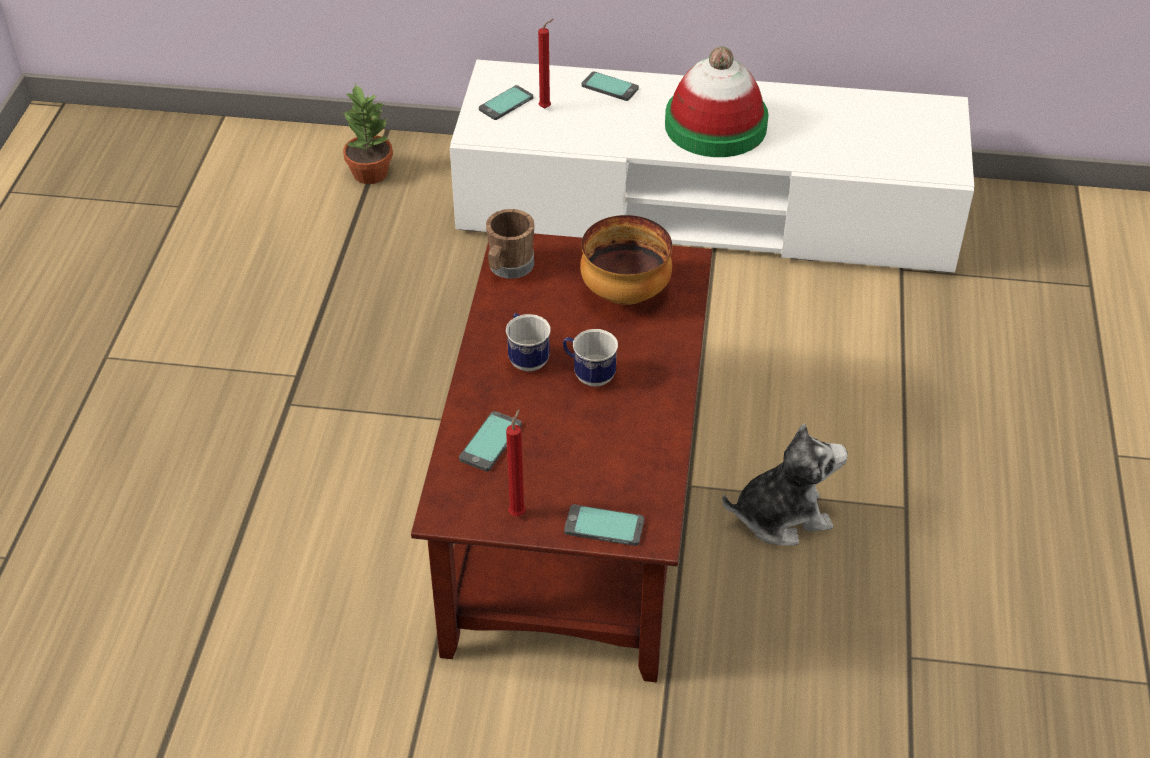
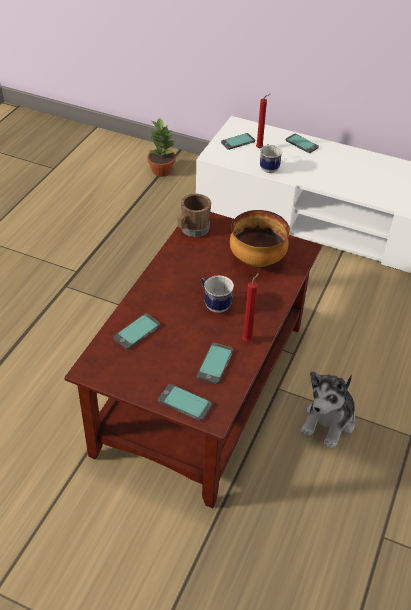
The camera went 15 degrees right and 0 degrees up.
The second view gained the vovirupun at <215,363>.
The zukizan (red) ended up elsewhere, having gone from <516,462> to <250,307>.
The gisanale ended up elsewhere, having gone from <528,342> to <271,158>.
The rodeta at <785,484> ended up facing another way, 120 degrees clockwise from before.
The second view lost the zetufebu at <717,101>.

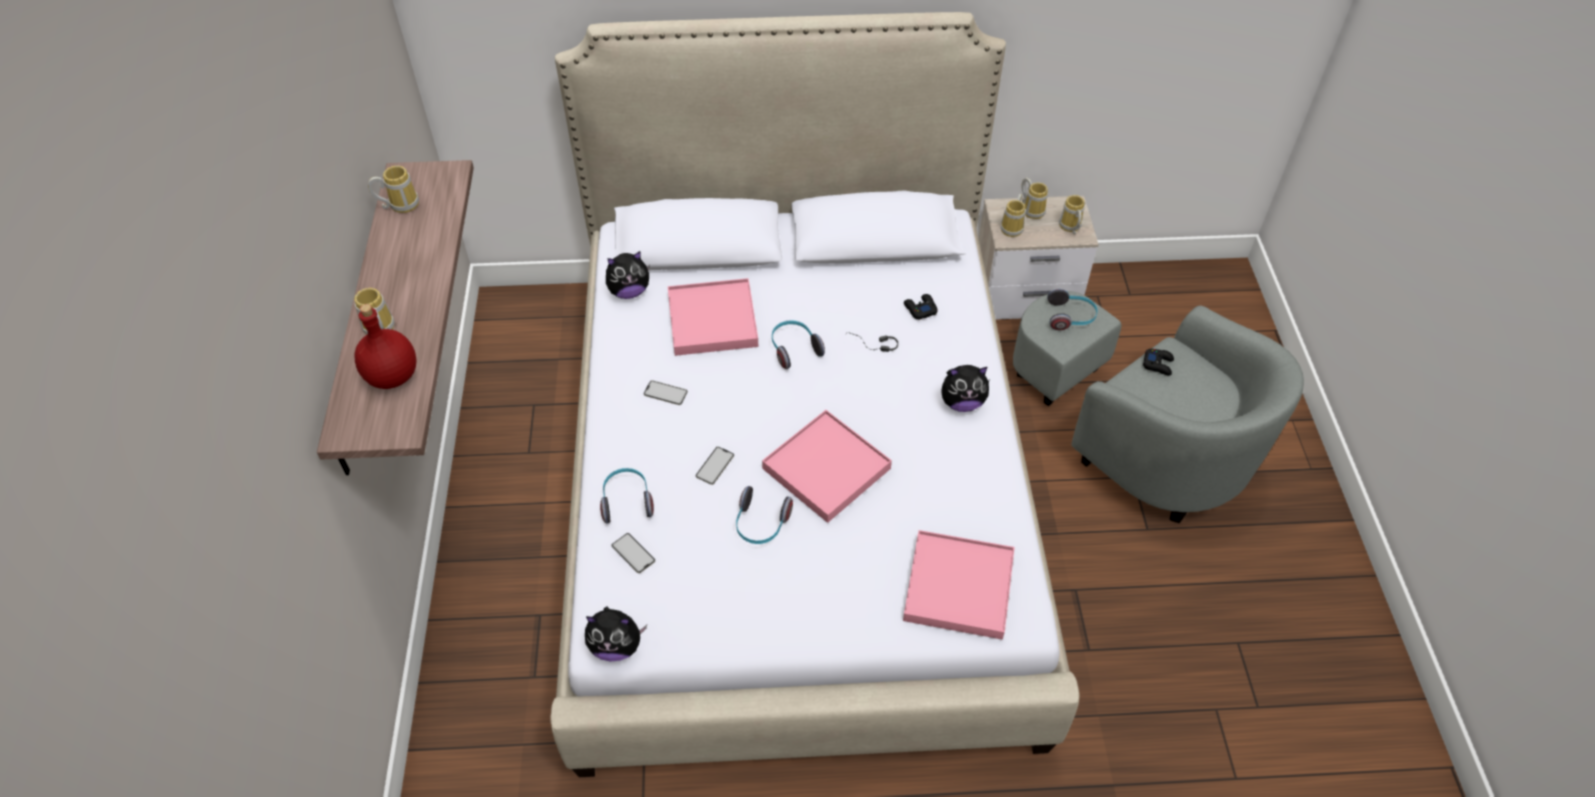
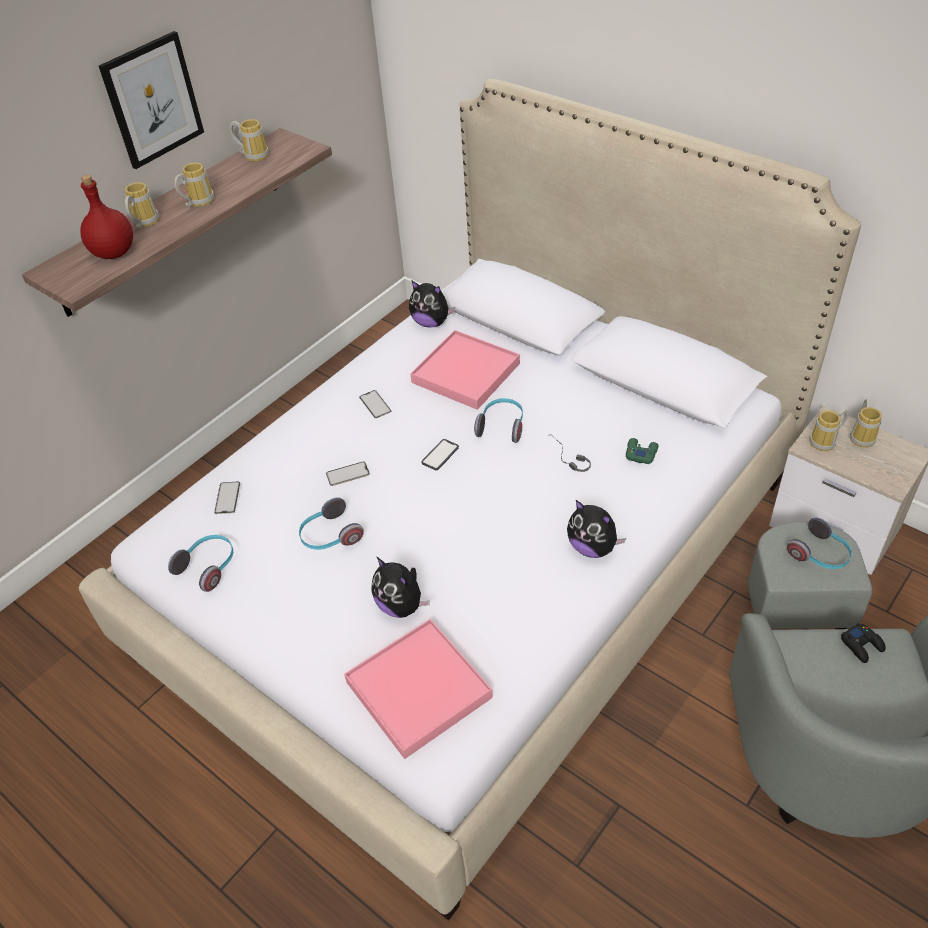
The camera went 45 degrees right and 5 degrees down.
The second view gained the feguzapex at <151,100>.
The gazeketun ended up elsewhere, having gone from <627,496> to <200,563>.
The gisanale ended up elsewhere, having gone from <1072,214> to <194,184>.
The rodeta ended up elsewhere, having gone from <616,634> to <401,587>.
The second view gained the vovirupun at <440,454>.
What was the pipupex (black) at <921,307> turned into the pipupex (green) at <642,451>.
The second view lost the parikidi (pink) at <827,466>.

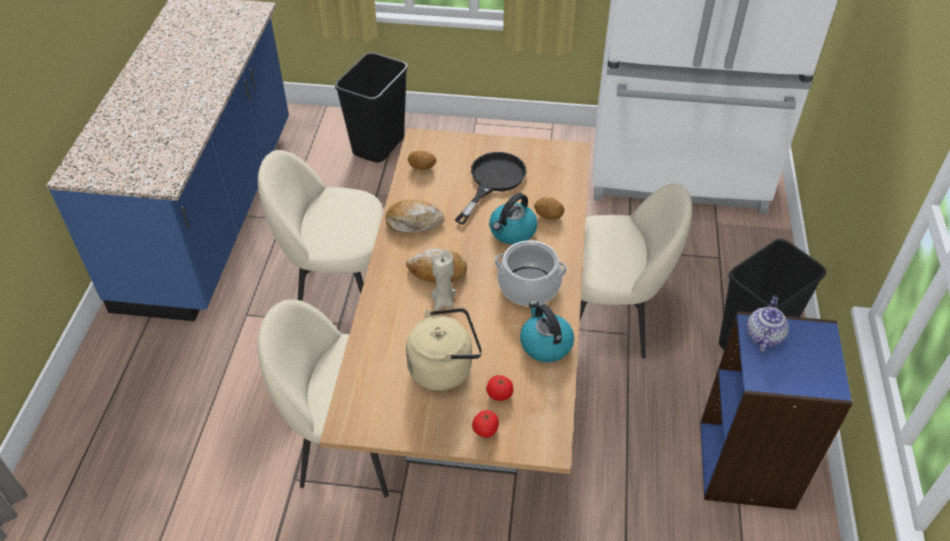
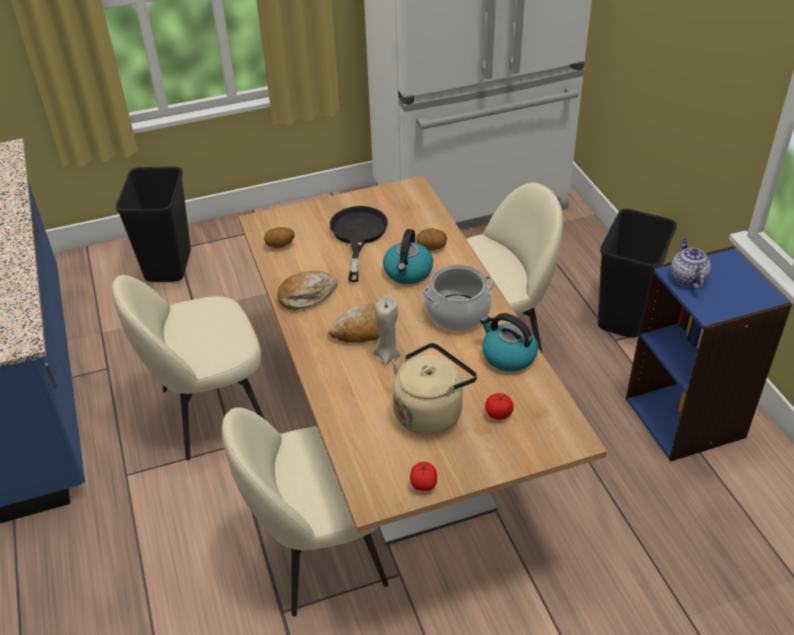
The camera went 25 degrees left and 5 degrees down.
The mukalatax ended up elsewhere, having gone from <485,424> to <423,476>.

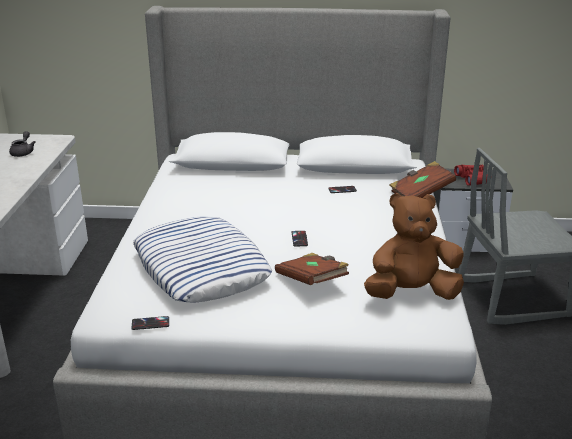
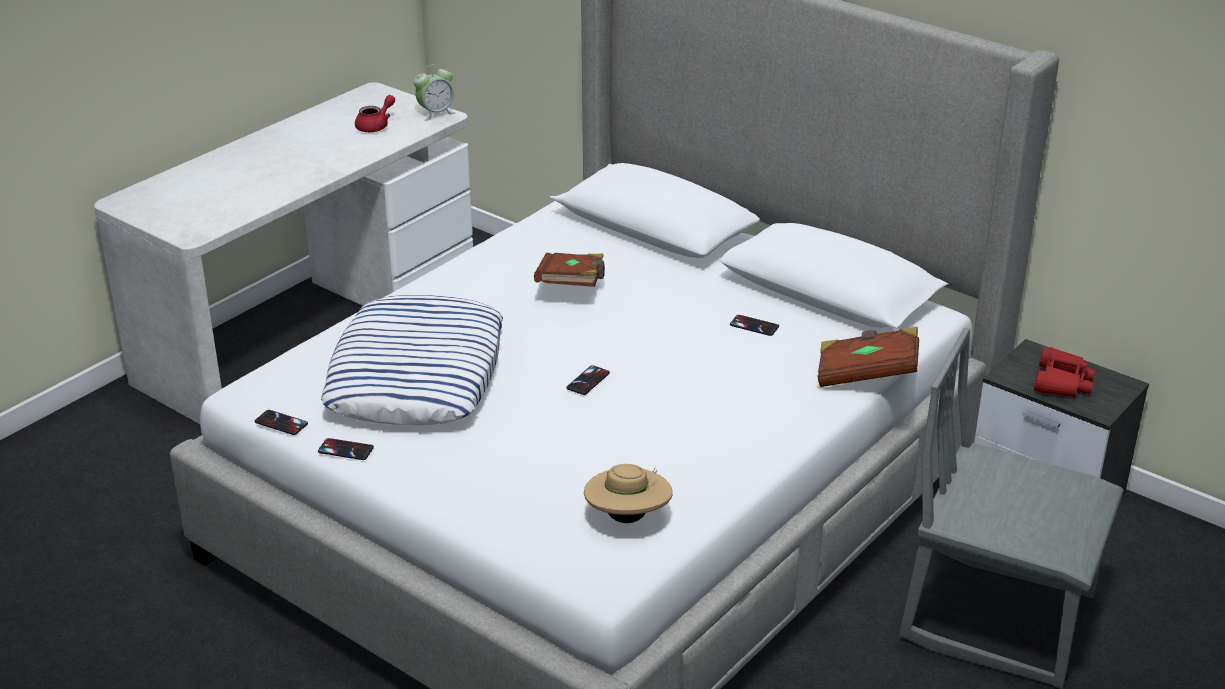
The camera went 35 degrees right and 5 degrees up.
The second view gained the vovirupun at <346,449>.
What was the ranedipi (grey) at <22,144> turned into the ranedipi (red) at <375,113>.
The second view gained the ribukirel at <434,92>.
The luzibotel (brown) ended up elsewhere, having gone from <312,269> to <569,270>.
Where the rodeta (brown) stood at <414,246>, the zetufebu (beige) came to stand at <628,493>.

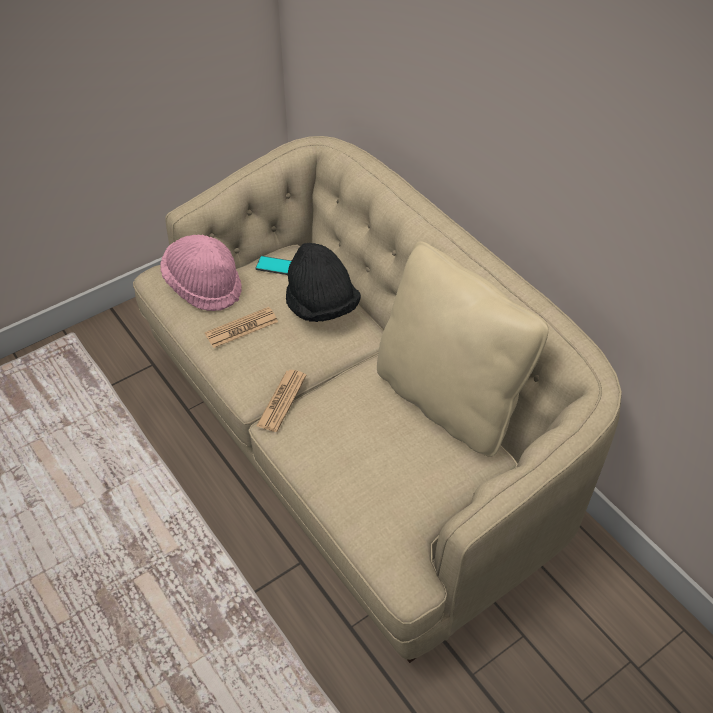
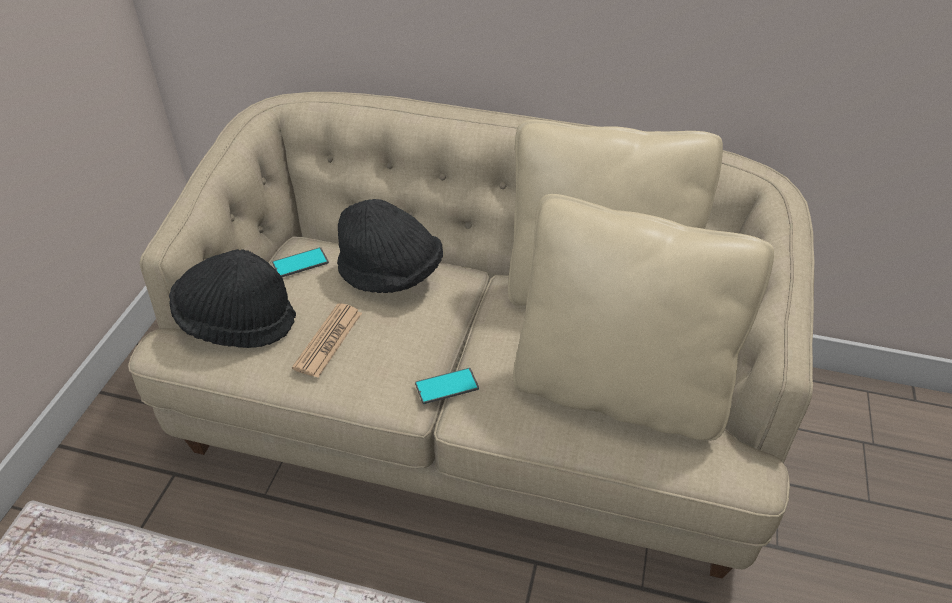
The camera went 40 degrees left and 5 degrees down.
What was the zetufebu (pink) at <201,273> turned into the zetufebu (black) at <232,298>.
Where the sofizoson stood at <281,401>, the vovirupun came to stand at <447,386>.
The second view gained the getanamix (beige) at <643,317>.

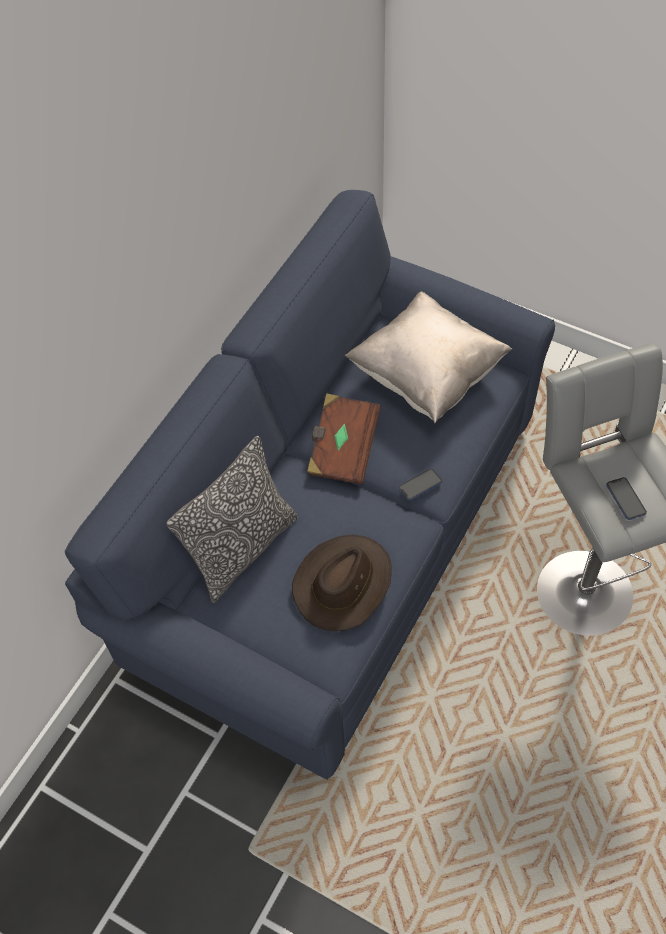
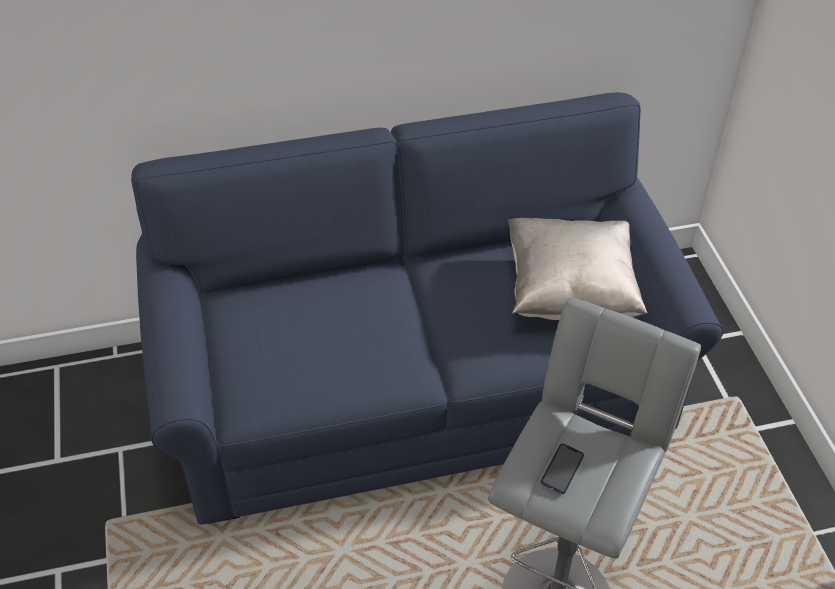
The camera went 45 degrees right and 10 degrees down.
The second view lost the getanamix at <232,519>.
The second view lost the zetufebu (brown) at <342,582>.
The second view lost the luzibotel (brown) at <343,438>.
The second view lost the vovirupun at <420,484>.

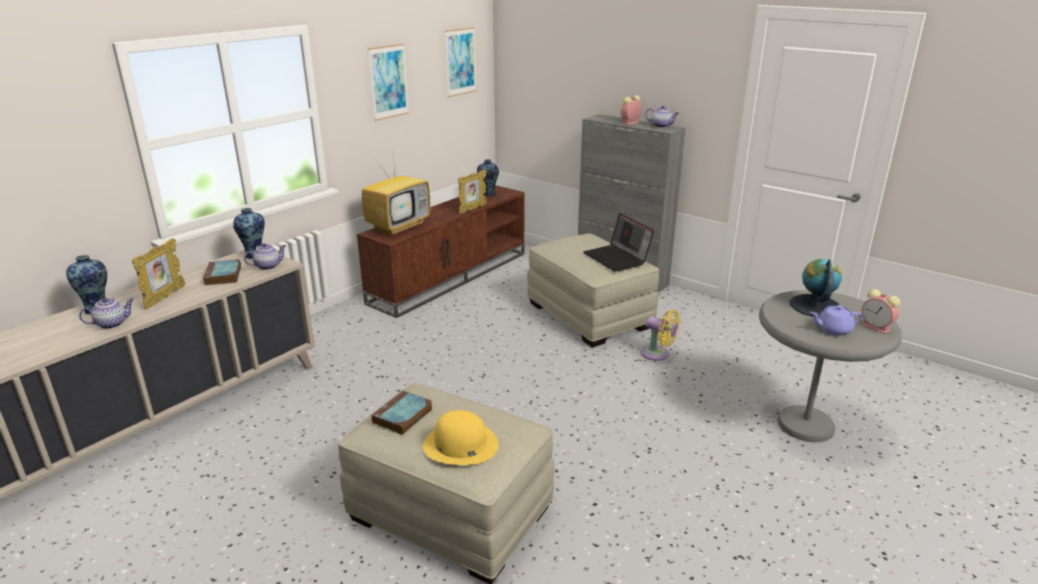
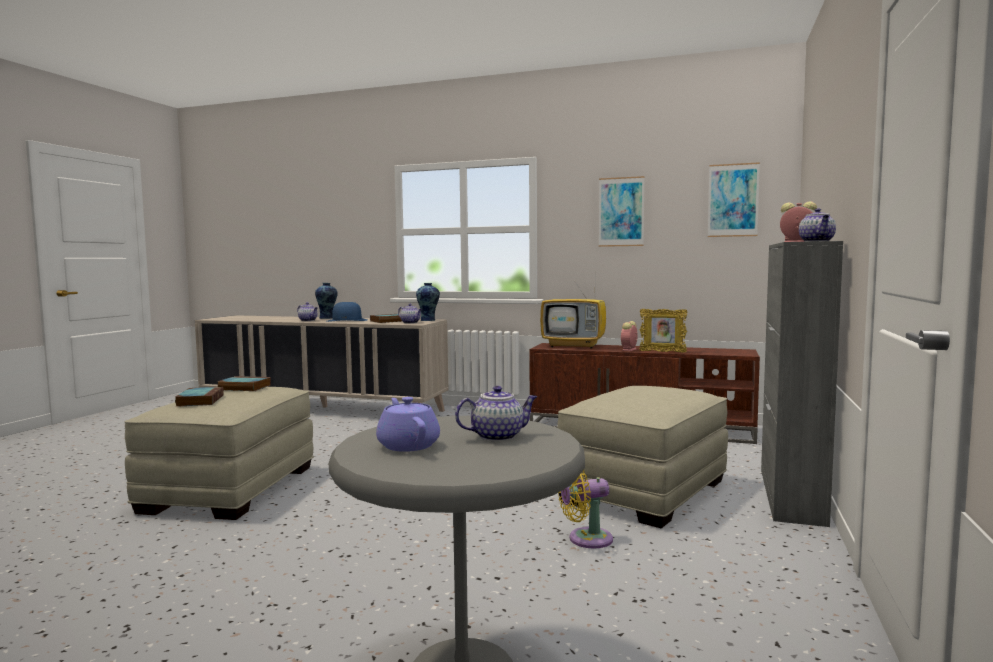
The camera went 70 degrees right and 20 degrees down.
Where the zetufebu (yellow) stood at <461,437>, the luzibotel came to stand at <199,397>.
Where the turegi stood at <158,274>, the zetufebu (blue) came to stand at <347,312>.
Where the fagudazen stood at <816,288>, the ranedipi came to stand at <496,413>.
The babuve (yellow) at <661,335> ended up facing another way, 60 degrees clockwise from before.
The ribukirel ended up elsewhere, having gone from <881,311> to <629,336>.
The second view lost the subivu at <488,178>.
The second view lost the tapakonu at <618,242>.

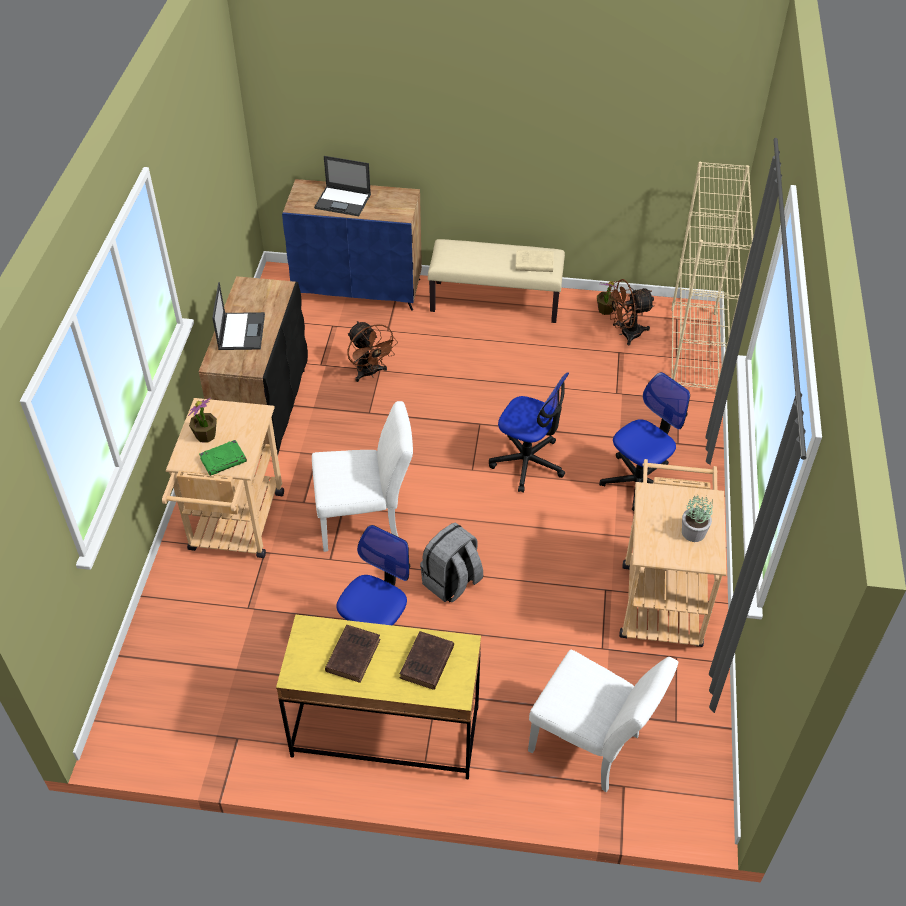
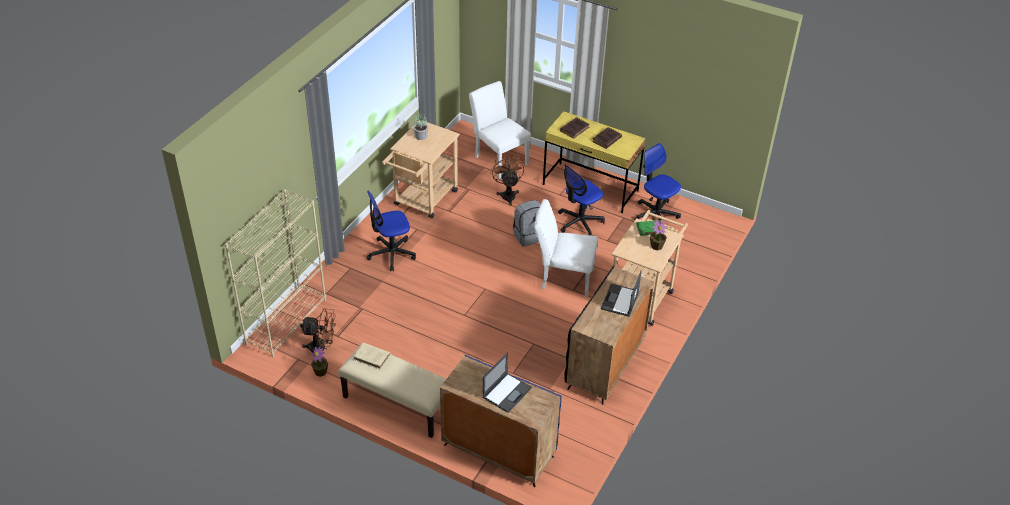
The camera went 160 degrees left and 5 degrees down.
The tapakonu at <342,186> ended up facing another way, 90 degrees clockwise from before.
The babuve (brown) ended up elsewhere, having gone from <372,351> to <507,180>.
The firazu ended up elsewhere, having gone from <529,432> to <657,183>.

